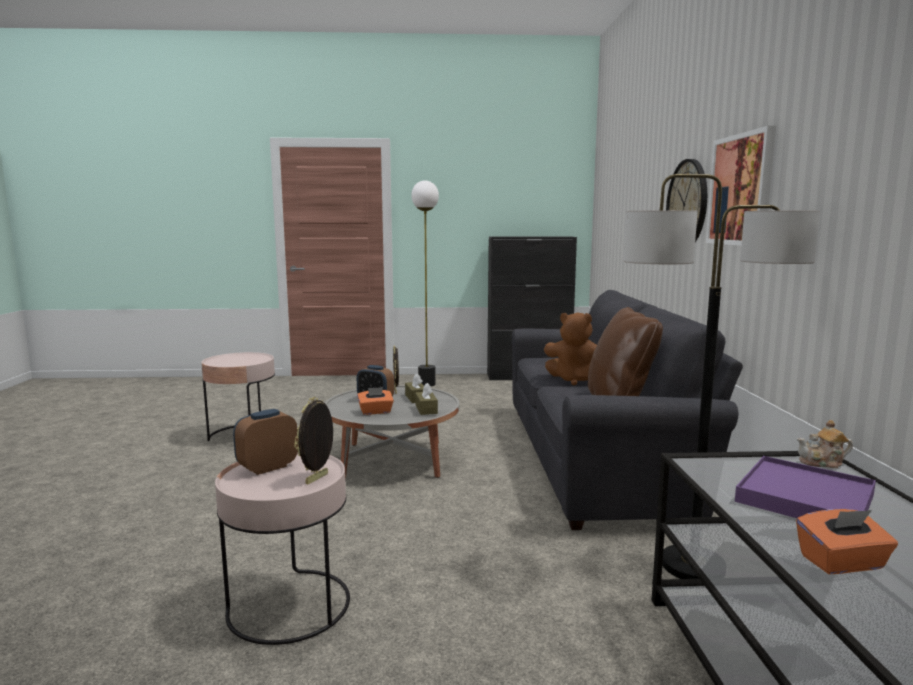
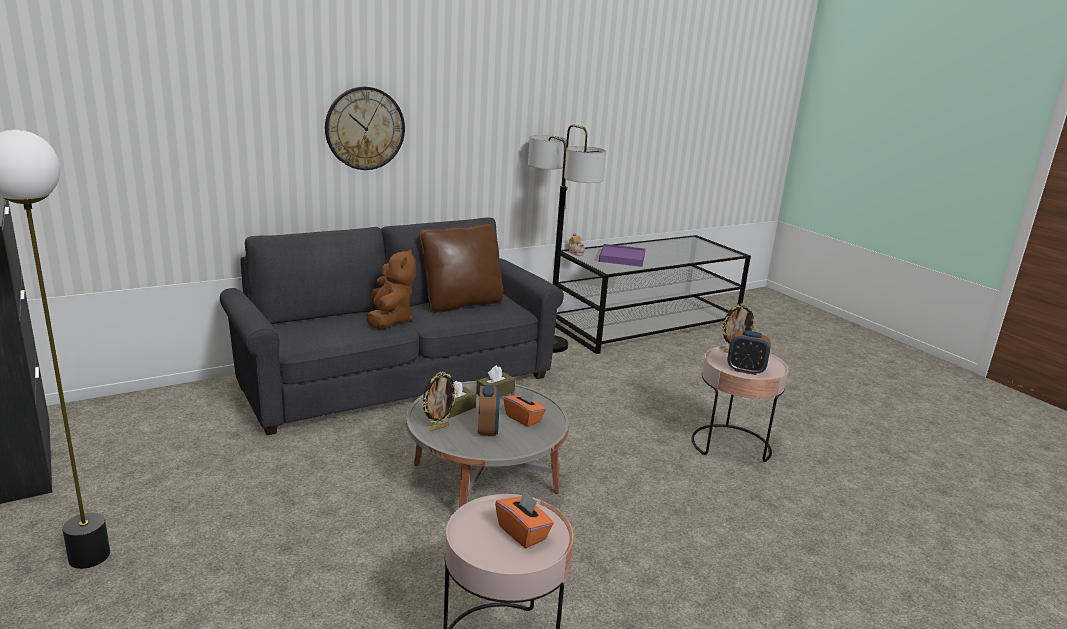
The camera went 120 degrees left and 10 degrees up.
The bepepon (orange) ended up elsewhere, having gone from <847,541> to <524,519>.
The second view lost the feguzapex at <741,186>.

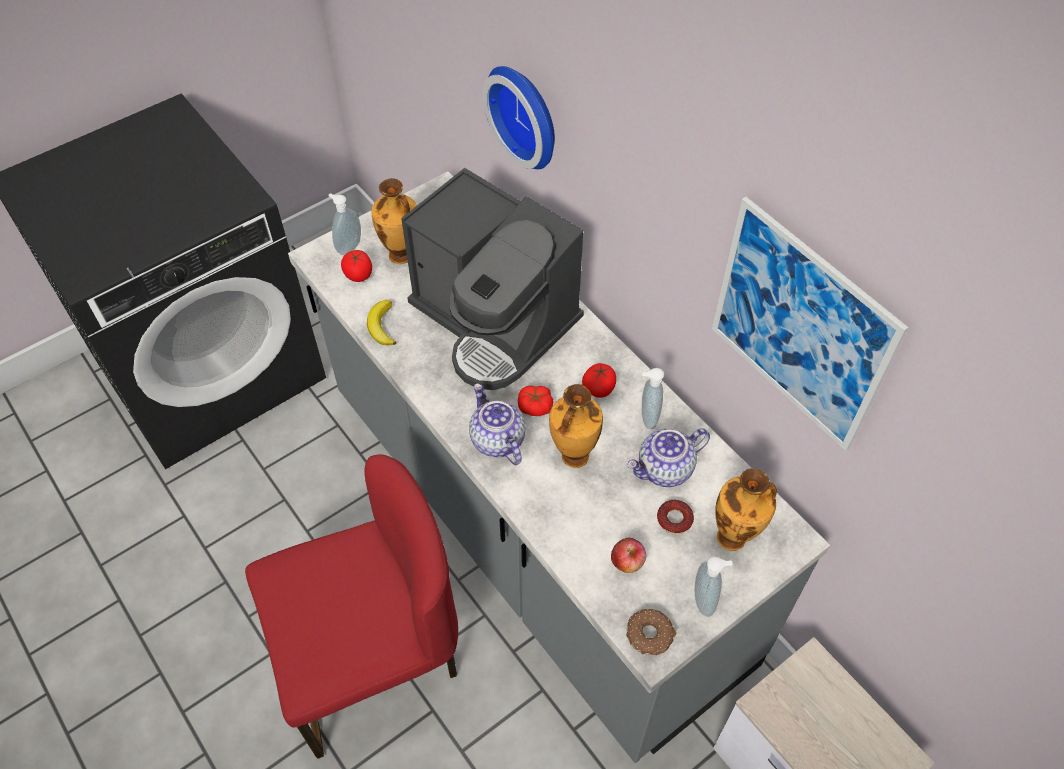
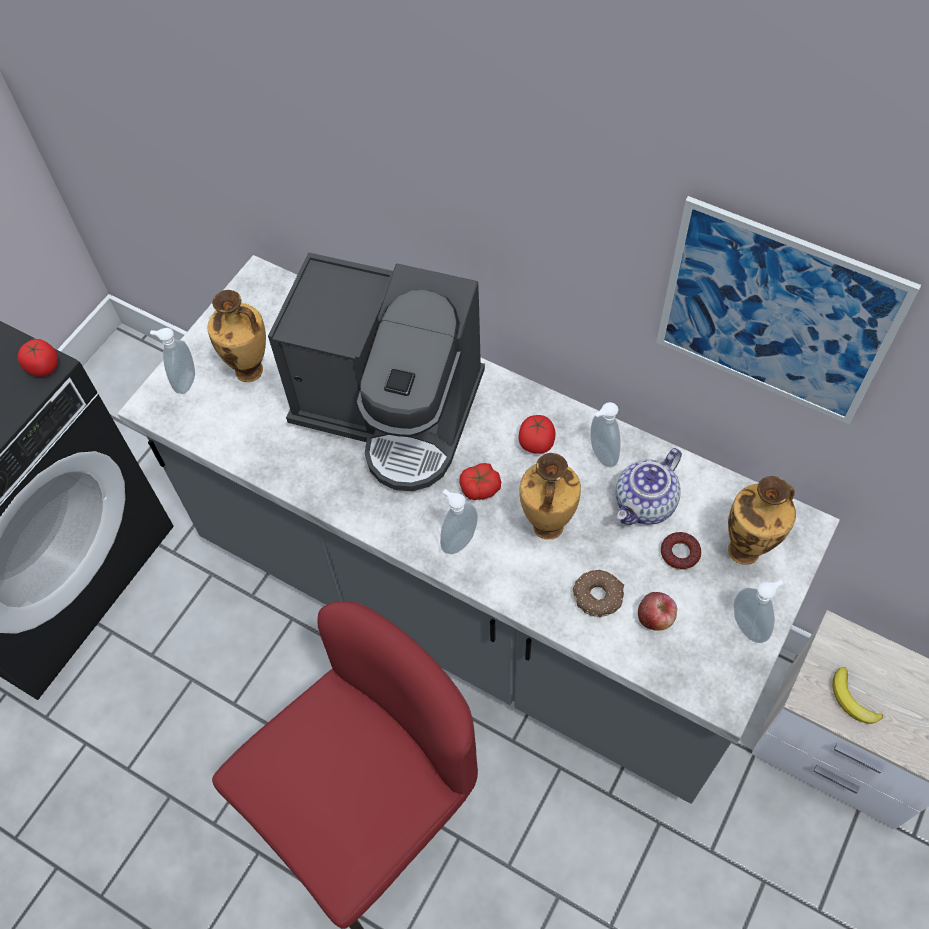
The camera went 20 degrees left and 5 degrees up.
The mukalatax ended up elsewhere, having gone from <356,266> to <38,358>.
Where the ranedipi stood at <497,424>, the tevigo came to stand at <459,521>.
The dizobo ended up elsewhere, having gone from <651,632> to <598,594>.
The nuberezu ended up elsewhere, having gone from <381,322> to <857,695>.
The second view lost the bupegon at <519,117>.

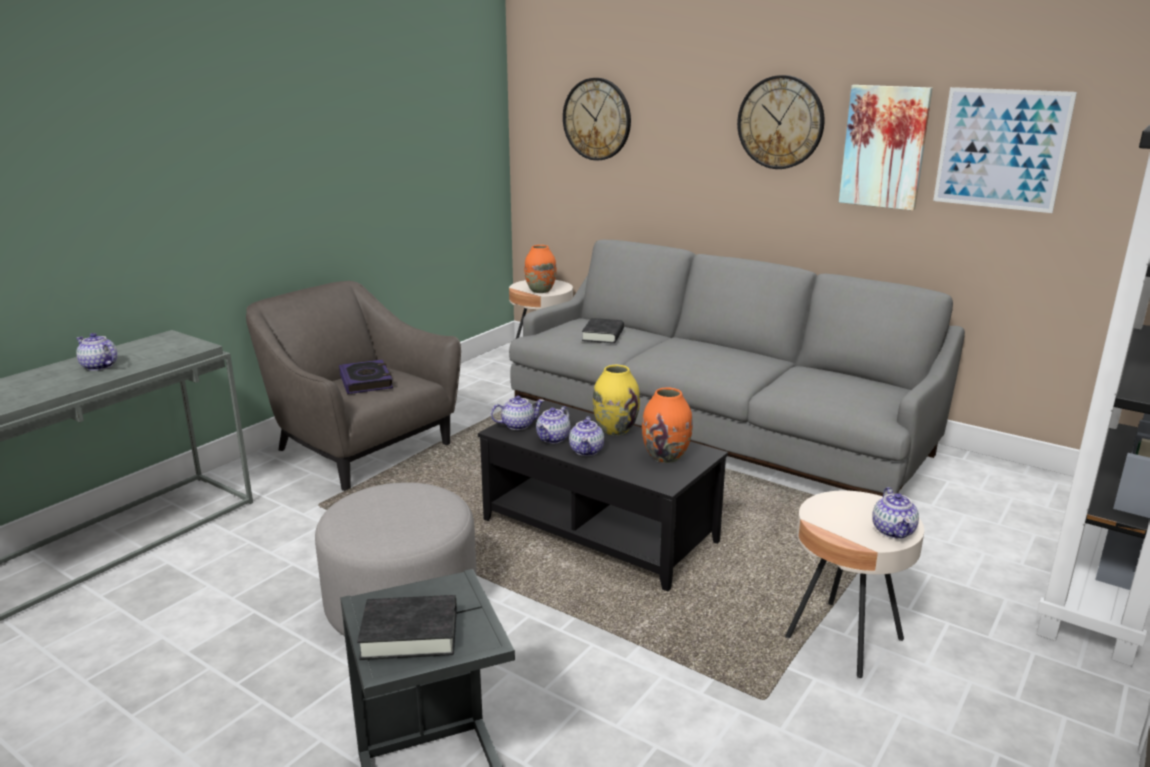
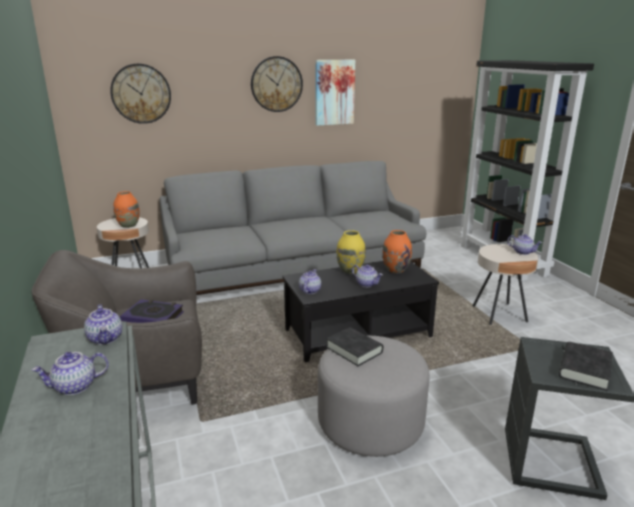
The camera went 55 degrees left and 0 degrees up.
The ranedipi ended up elsewhere, having gone from <553,424> to <103,324>.
The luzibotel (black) ended up elsewhere, having gone from <603,330> to <354,346>.
The second view lost the feguzapex at <1005,150>.

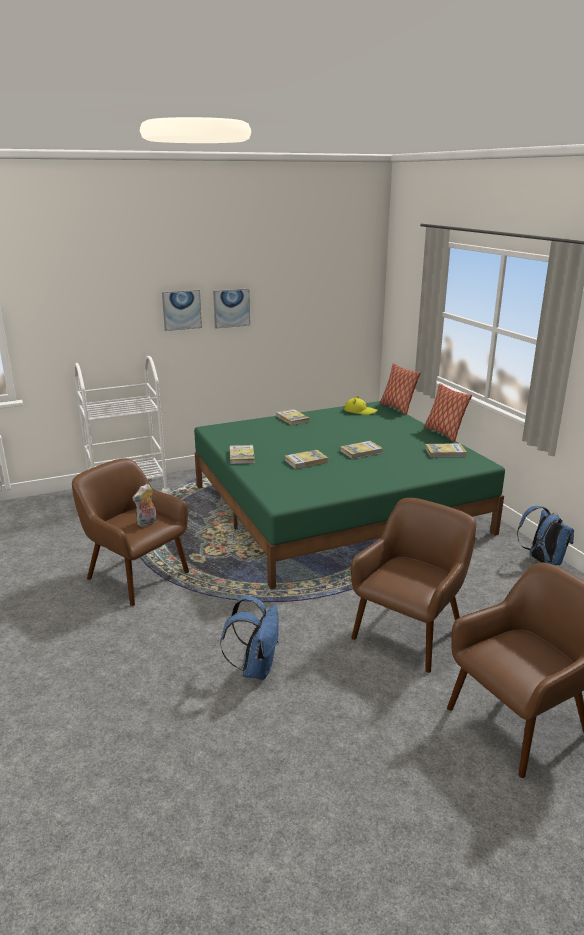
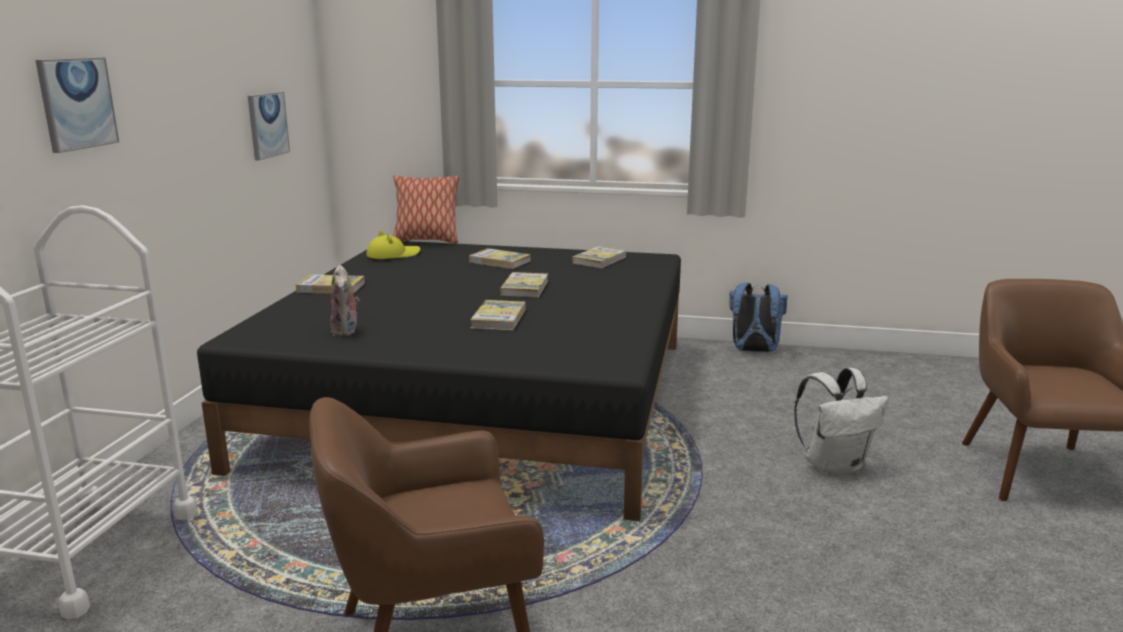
The camera went 55 degrees left and 5 degrees down.
What was the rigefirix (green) at <349,495> turned into the rigefirix (black) at <439,381>.
The feguzapex ended up elsewhere, having gone from <231,308> to <269,126>.
The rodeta ended up elsewhere, having gone from <144,505> to <345,300>.
The luzibotel ended up elsewhere, having gone from <242,454> to <500,258>.
Where the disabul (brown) stood at <413,585>, the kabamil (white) came to stand at <841,422>.
The second view lost the kabamil (blue) at <249,638>.
The second view lost the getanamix at <448,412>.

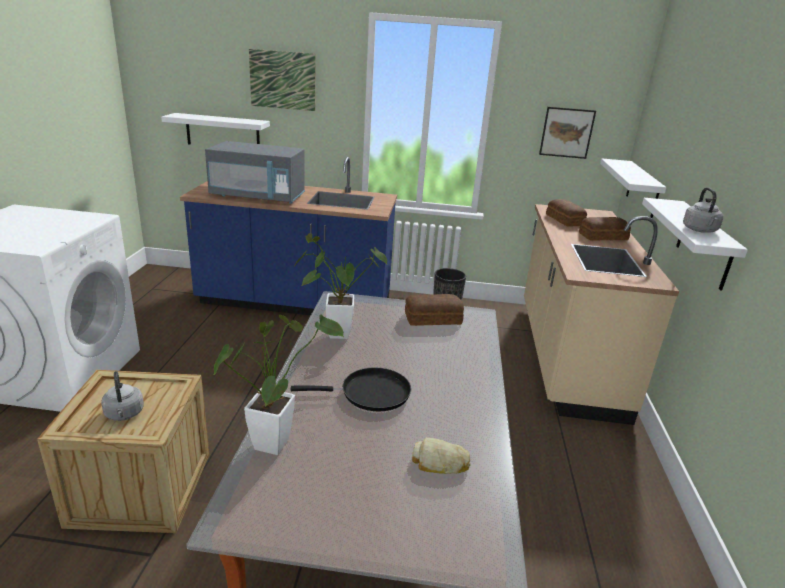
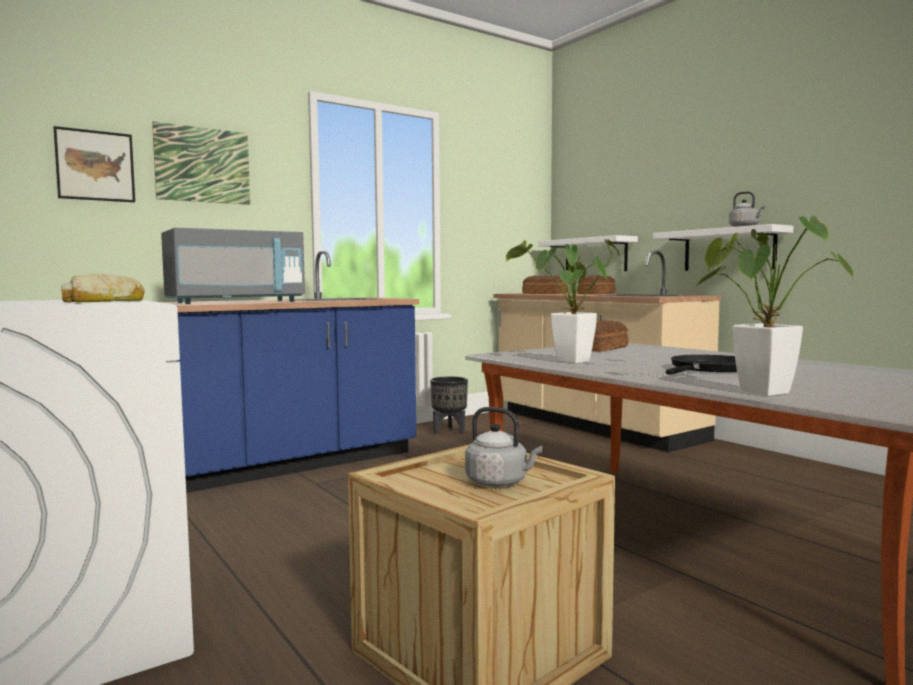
The camera went 40 degrees left and 20 degrees down.
The feguzapex ended up elsewhere, having gone from <567,133> to <94,164>.
The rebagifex ended up elsewhere, having gone from <441,455> to <103,288>.
The second view lost the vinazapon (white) at <215,129>.

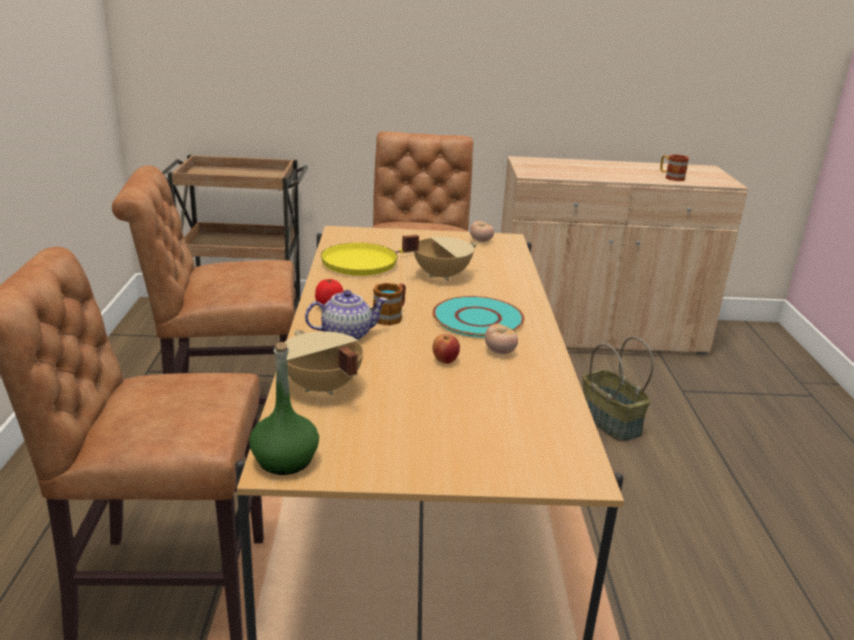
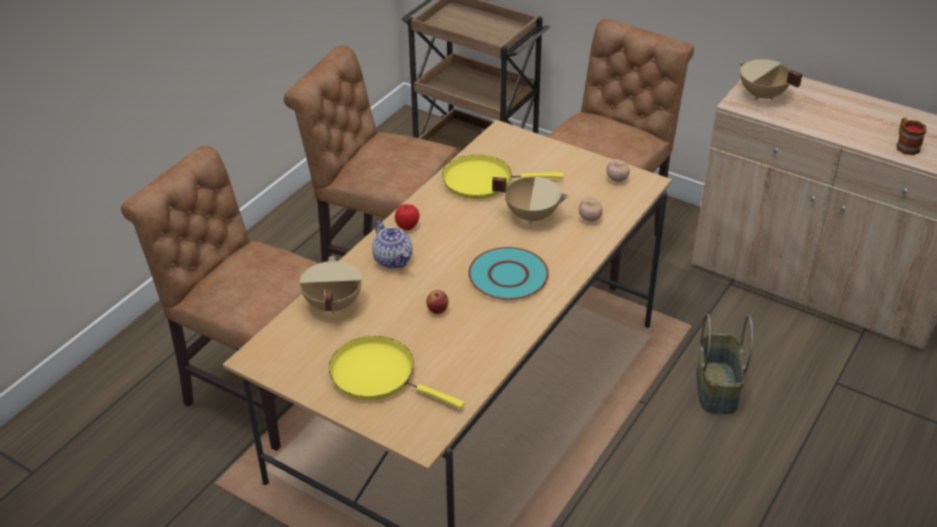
The camera went 35 degrees right and 15 degrees up.
The second view gained the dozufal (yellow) at <397,372>.
The ranedipi at <346,315> ended up facing another way, 45 degrees clockwise from before.
The mukalatax ended up elsewhere, having gone from <501,339> to <591,209>.
The second view gained the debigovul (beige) at <771,79>.
The second view lost the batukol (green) at <284,408>.
The second view lost the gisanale at <389,304>.

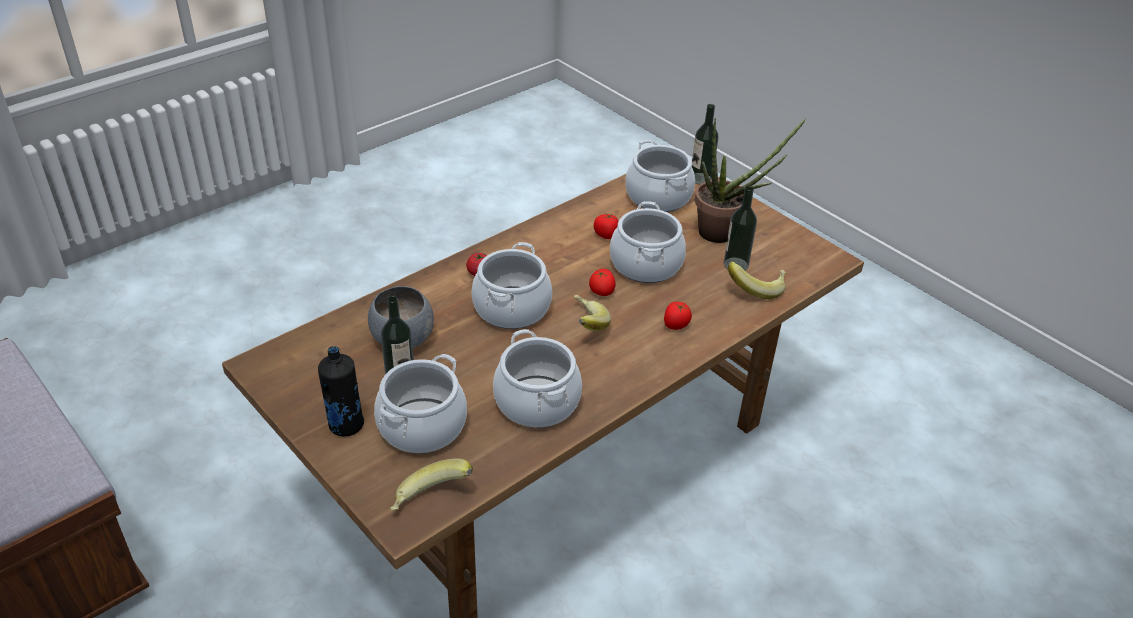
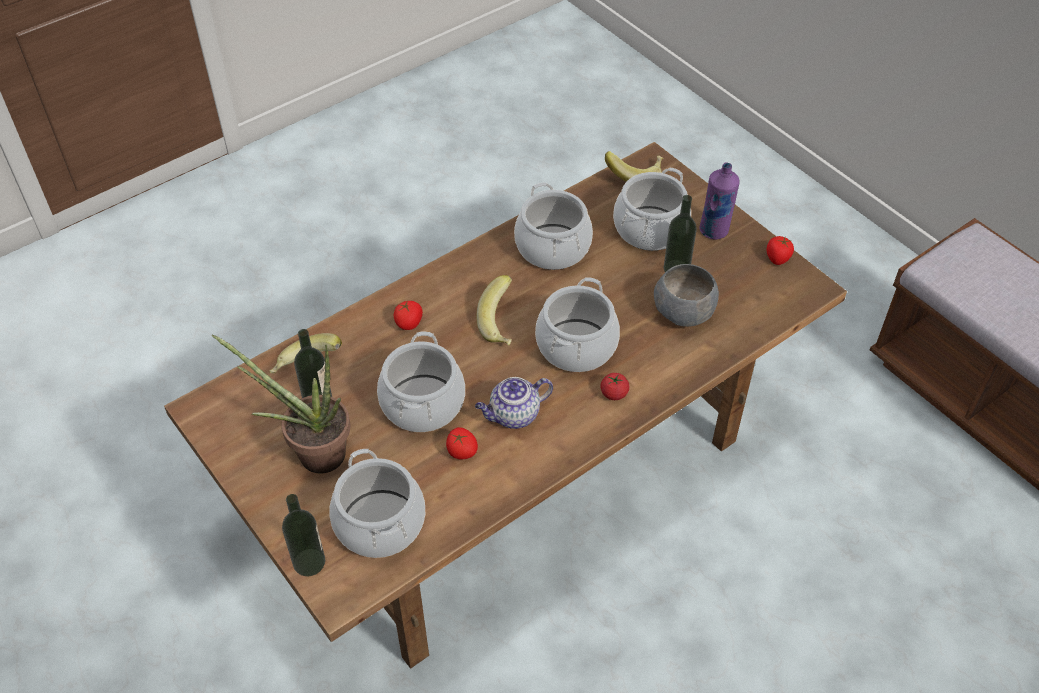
The camera went 175 degrees left and 10 degrees up.
The second view gained the ranedipi at <514,403>.
What was the batukol (black) at <341,391> turned into the batukol (purple) at <720,201>.
The mukalatax ended up elsewhere, having gone from <602,282> to <780,250>.

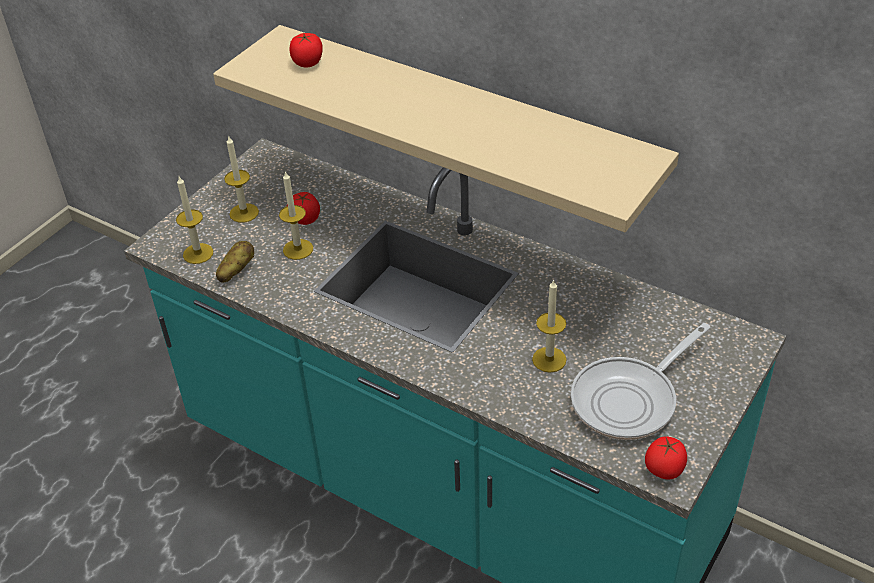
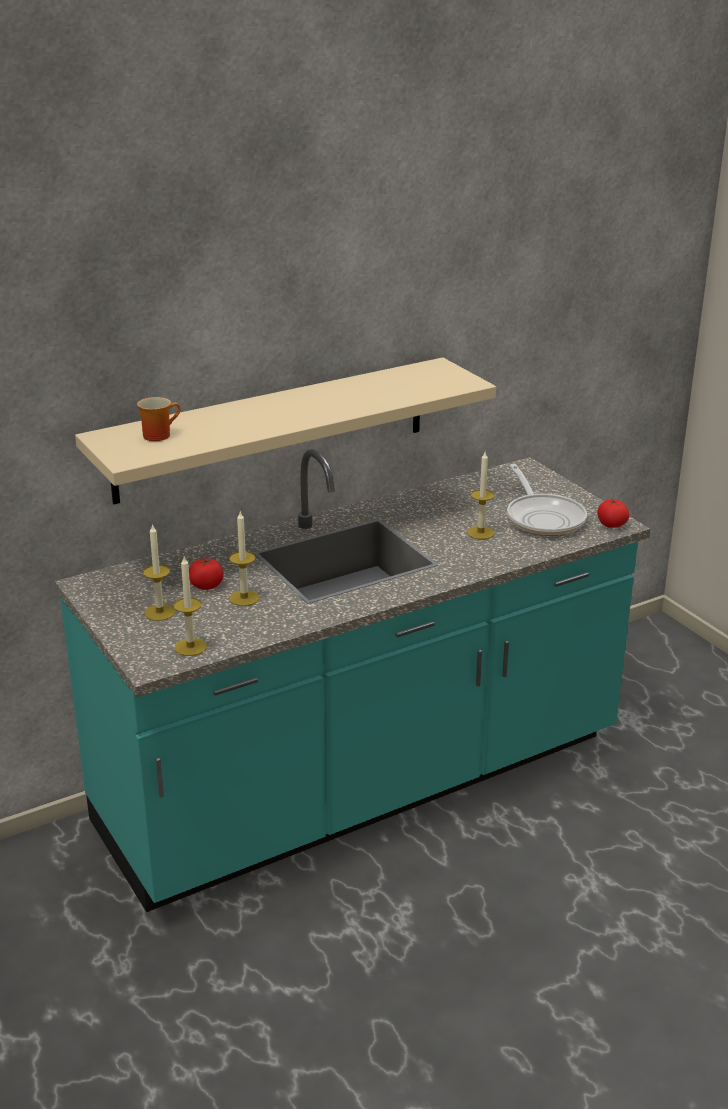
The camera went 65 degrees left and 15 degrees down.
Where the mukalatax stood at <306,50>, the gisanale came to stand at <158,419>.
The second view lost the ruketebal at <235,262>.

